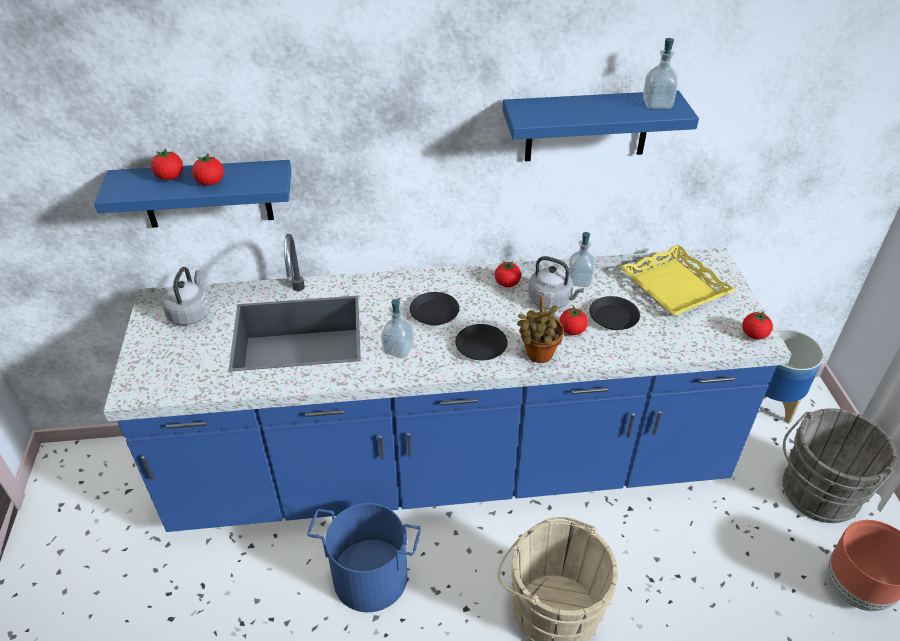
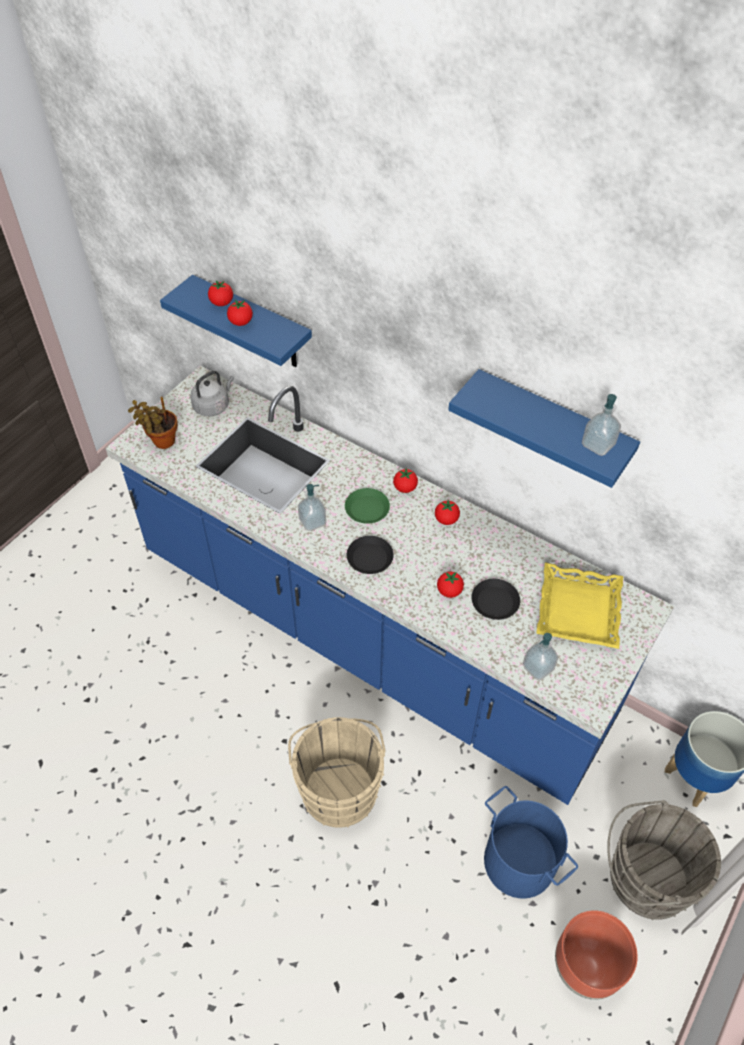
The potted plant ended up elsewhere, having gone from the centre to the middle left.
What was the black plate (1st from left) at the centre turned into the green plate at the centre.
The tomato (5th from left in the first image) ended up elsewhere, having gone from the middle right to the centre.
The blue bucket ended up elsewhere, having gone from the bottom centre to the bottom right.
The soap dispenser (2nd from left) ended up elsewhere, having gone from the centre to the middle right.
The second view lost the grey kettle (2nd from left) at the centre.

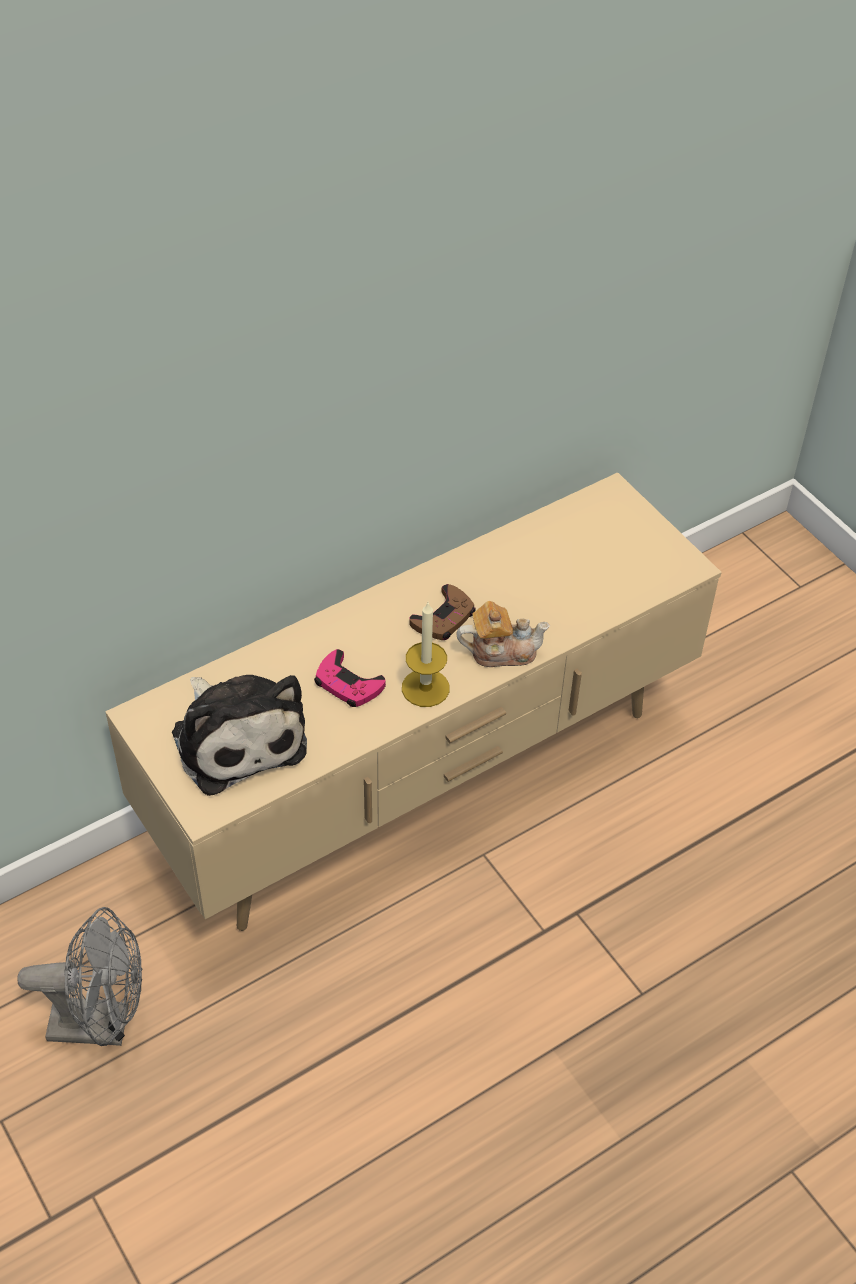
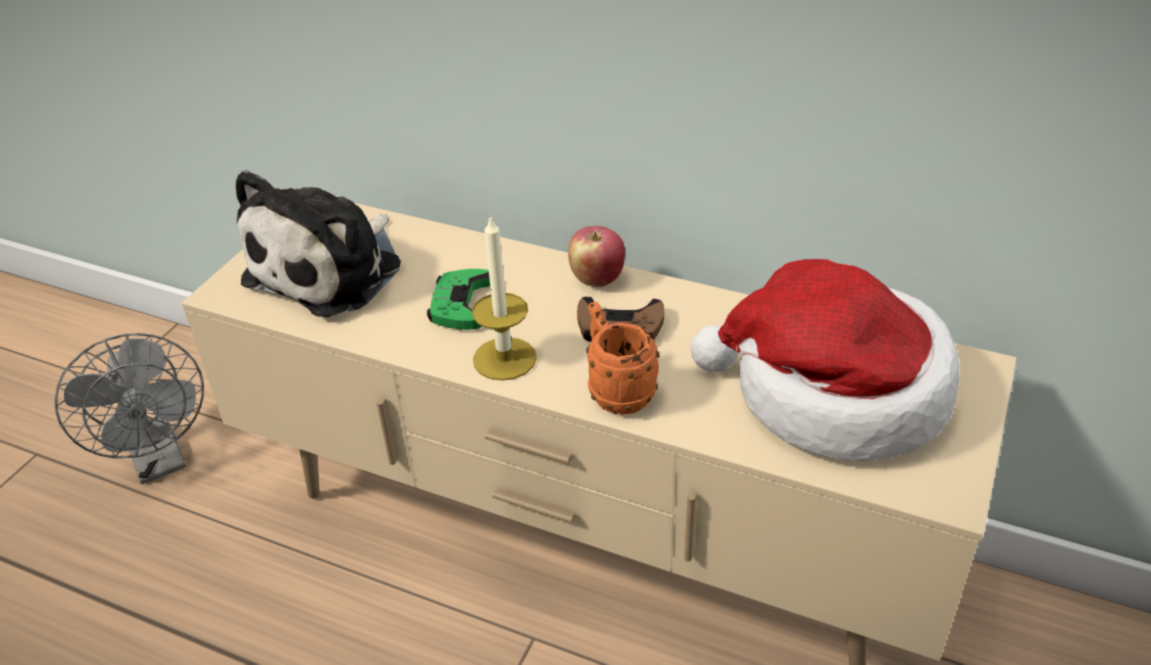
What was the pink game controller at the centre turned into the green game controller at the centre.
The second view gained the apple at the centre.
Where the teapot stood at the centre, the orange mug came to stand at the centre.
The second view gained the hat at the middle right.

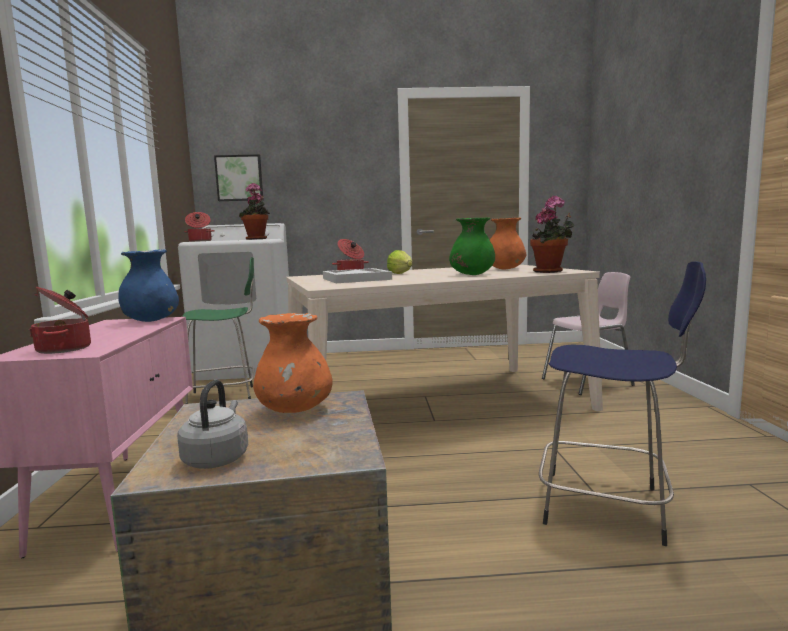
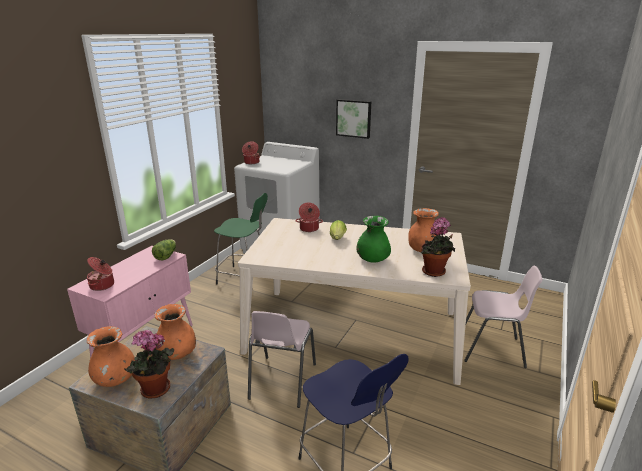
Where the grey kettle stood at the bottom left, the orange vase (1st from left) came to stand at the bottom left.
The potted plant (1st from left) ended up elsewhere, having gone from the middle left to the bottom left.
Where the blue vase stood at the middle left, the lettuce (1st from left) came to stand at the middle left.
The second view gained the pink chair (1st from left) at the bottom centre.
The picture ended up elsewhere, having gone from the top left to the top centre.
The second view lost the white tray at the centre.

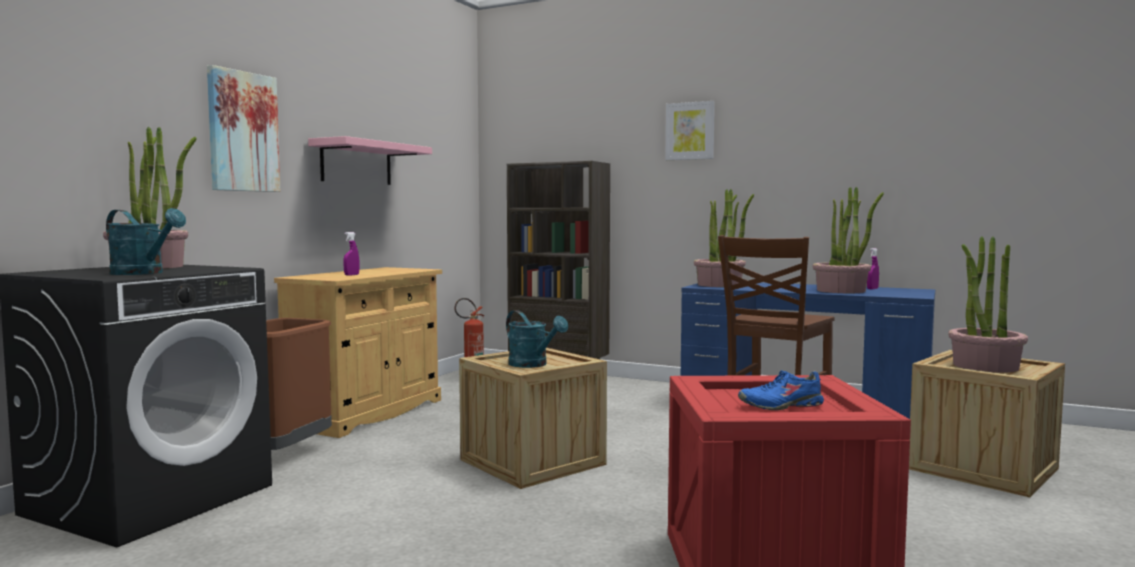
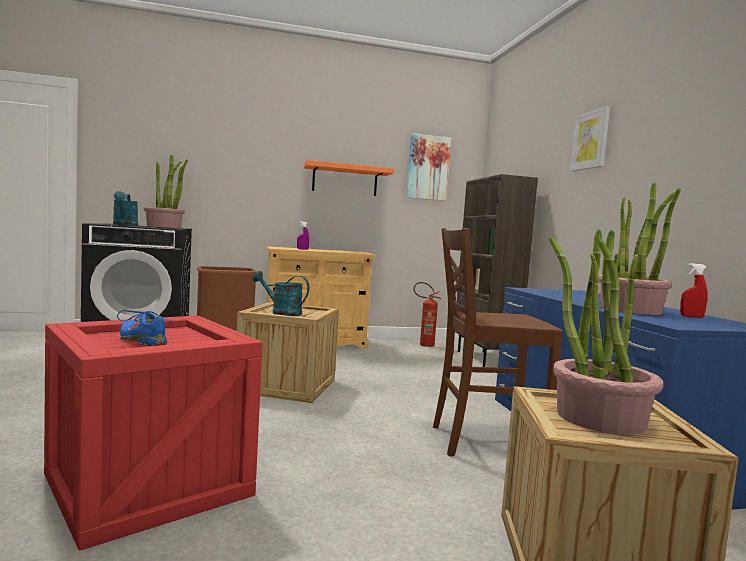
The turquoise watering can (2nd from left) at the centre ended up facing another way, 105 degrees clockwise from before.
What was the pink shelf at the top left turned into the orange shelf at the top centre.
The picture (1st from left) ended up elsewhere, having gone from the top left to the top centre.
What was the purple spray bottle (2nd from left) at the middle right turned into the red spray bottle at the middle right.
The second view lost the potted plant (2nd from left) at the centre.

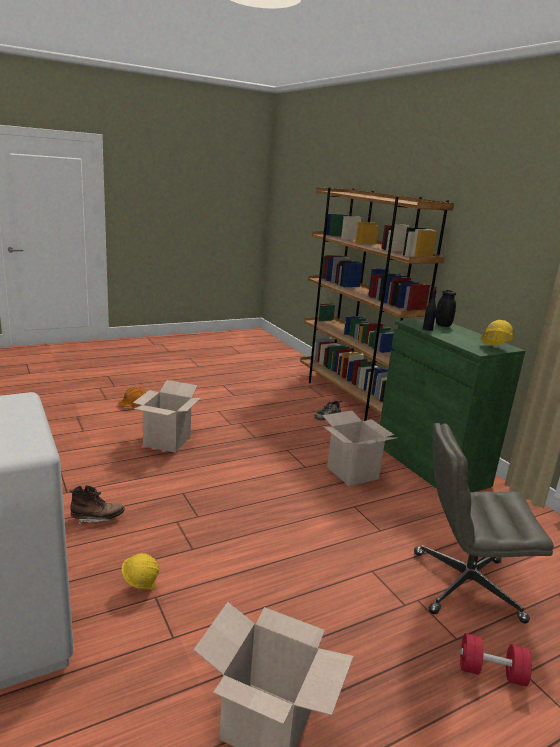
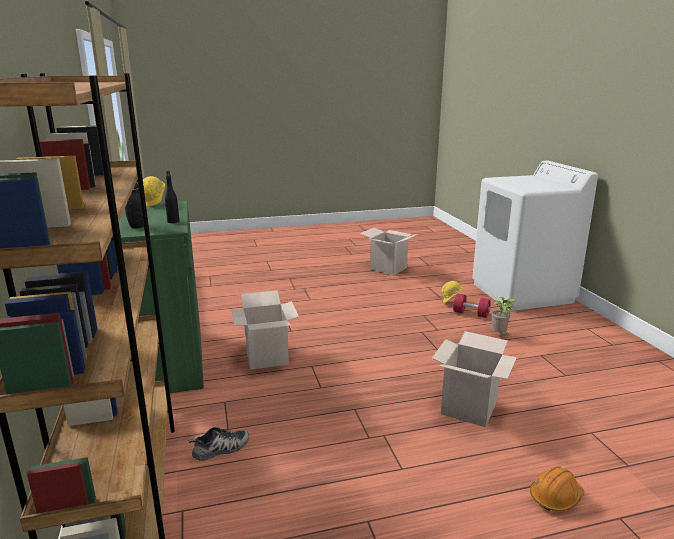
The red dumbbell ended up elsewhere, having gone from the bottom right to the middle right.
Where the brown boot stood at the bottom left, the potted plant came to stand at the middle right.
The second view lost the grey office chair at the bottom right.

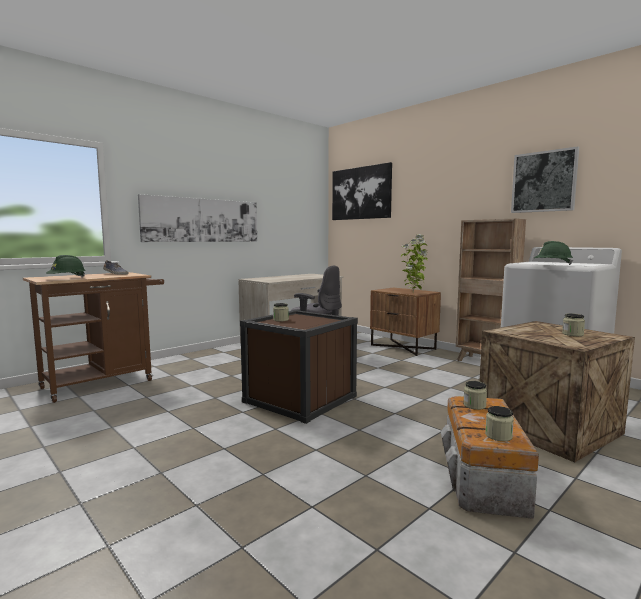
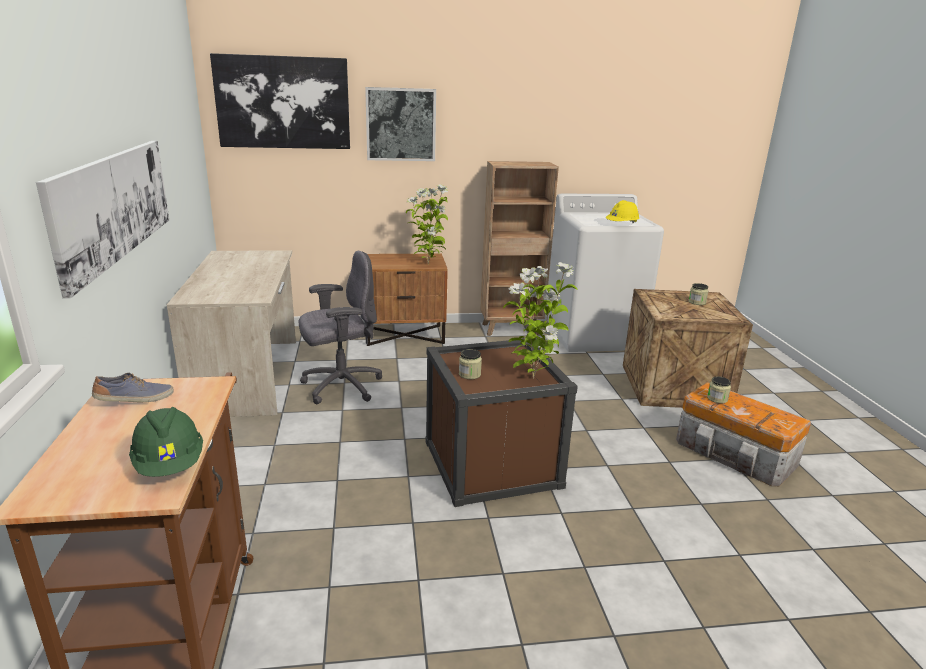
The picture (3rd from left) ended up elsewhere, having gone from the top right to the top centre.
The second view gained the potted plant (2nd from left) at the centre.
What was the green hard hat (2nd from left) at the middle right turned into the yellow hard hat at the top right.
The second view lost the jar (3rd from left) at the bottom right.

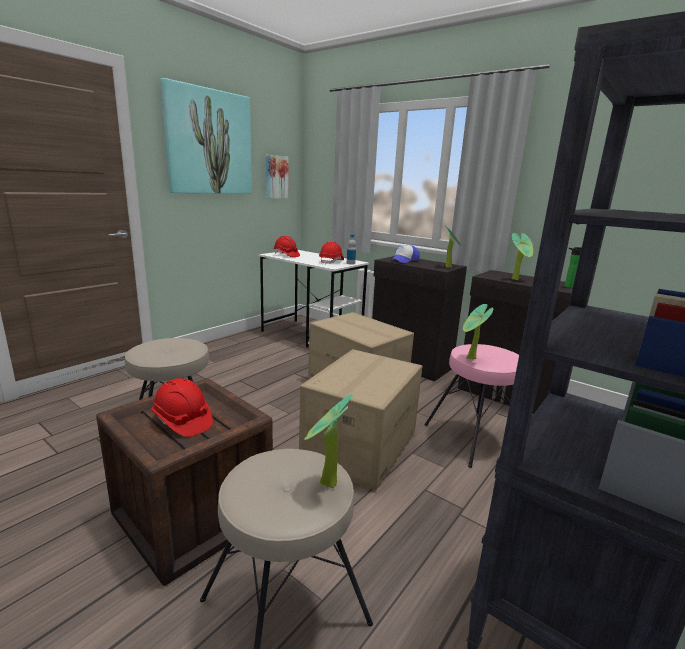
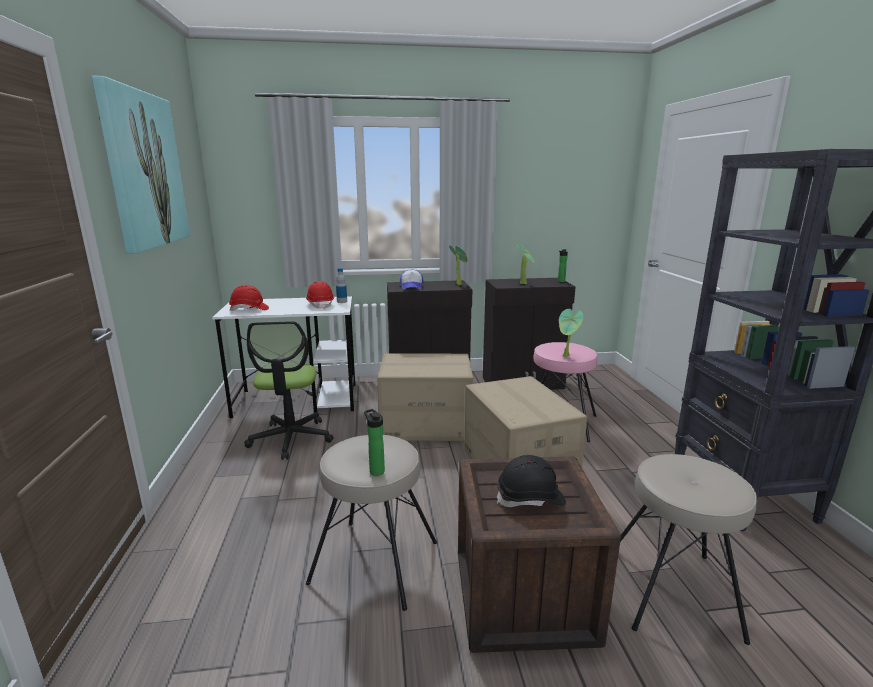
The second view gained the office chair at the middle left.
The second view gained the bottle (2nd from left) at the centre.
What was the red hard hat (1st from left) at the middle left turned into the black hard hat at the bottom centre.
The second view lost the picture (2nd from left) at the top centre.
The second view lost the potted plant (1st from left) at the bottom centre.

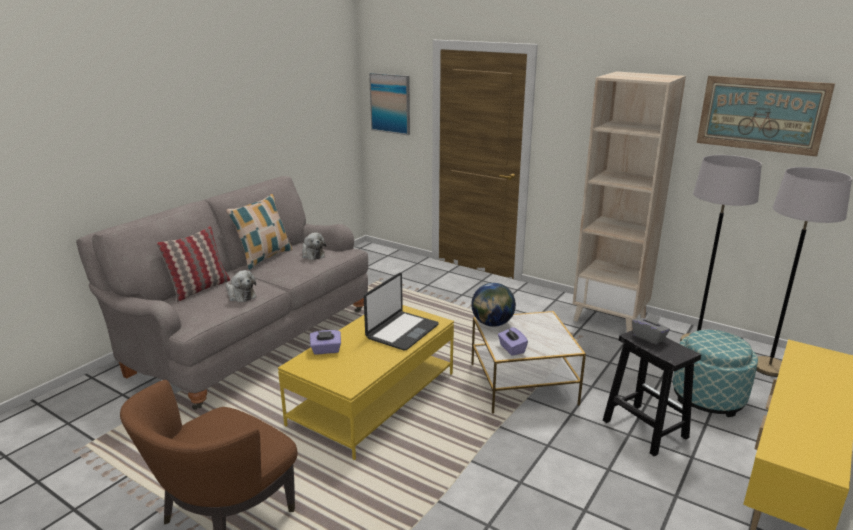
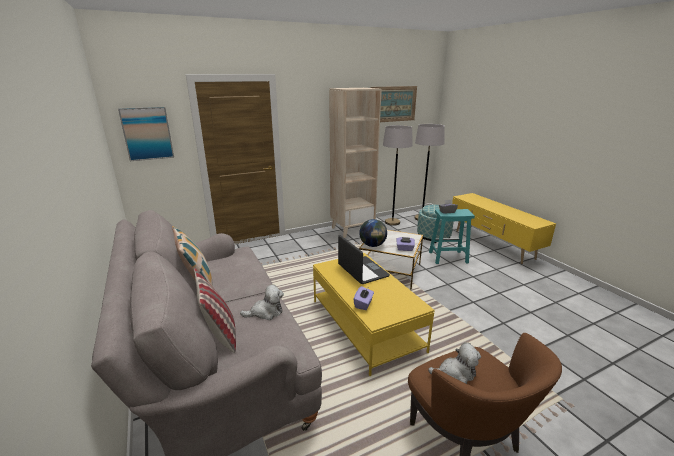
The plush toy (2nd from left) ended up elsewhere, having gone from the centre to the bottom right.
What was the black stool at the bottom right turned into the turquoise stool at the middle right.

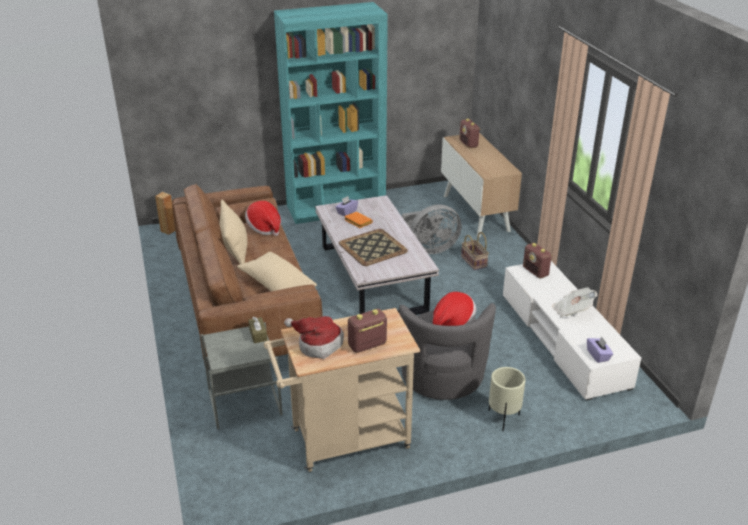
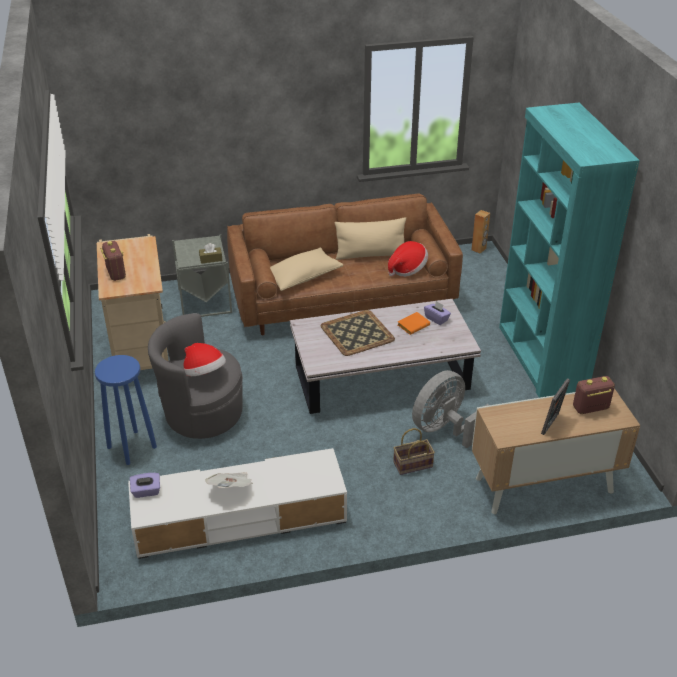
Where the beige planter stood at the bottom right, the blue stool came to stand at the middle left.
The grey fan at the centre ended up facing another way, 60 degrees clockwise from before.
The second view gained the picture frame at the middle right.
The second view lost the hat (2nd from left) at the centre.
The second view lost the radio (3rd from left) at the middle right.

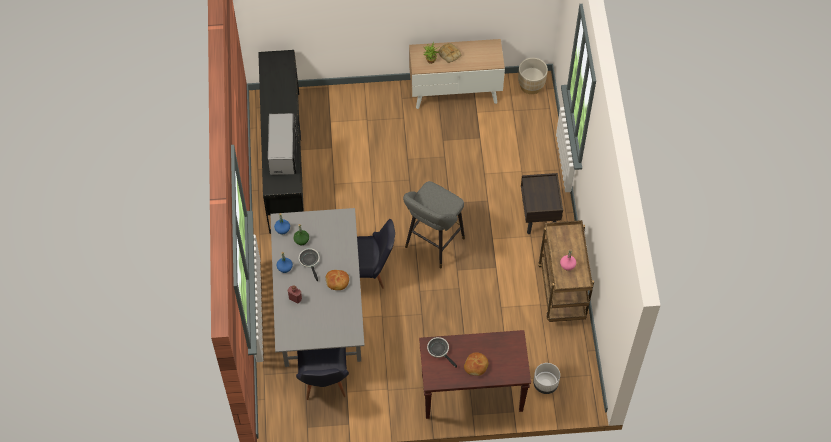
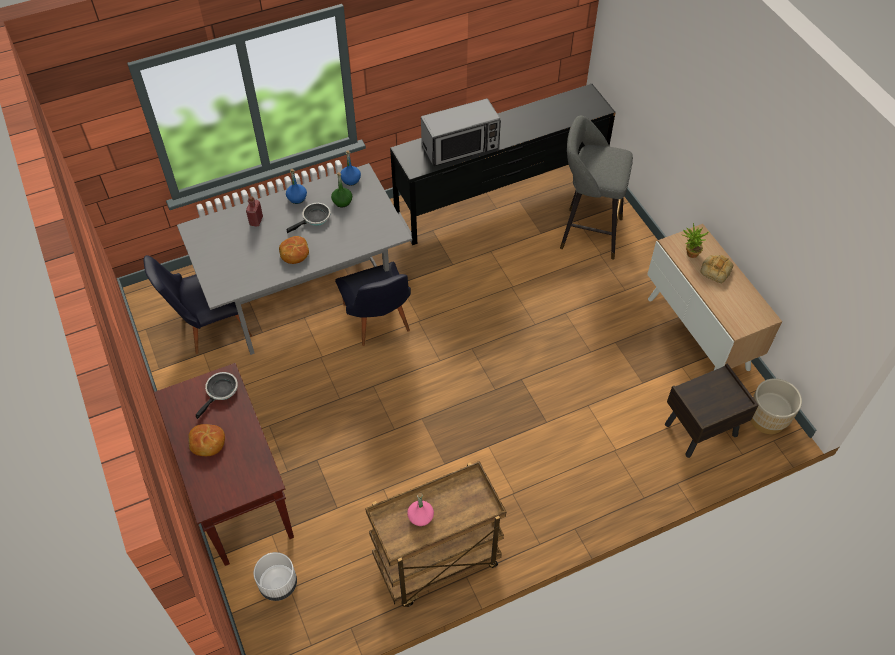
The grey stool ended up elsewhere, having gone from the centre to the top centre.
The brown nightstand ended up elsewhere, having gone from the centre to the middle right.

